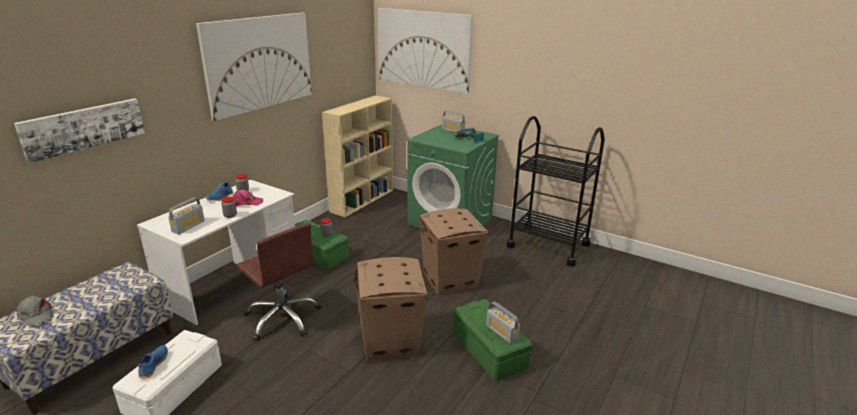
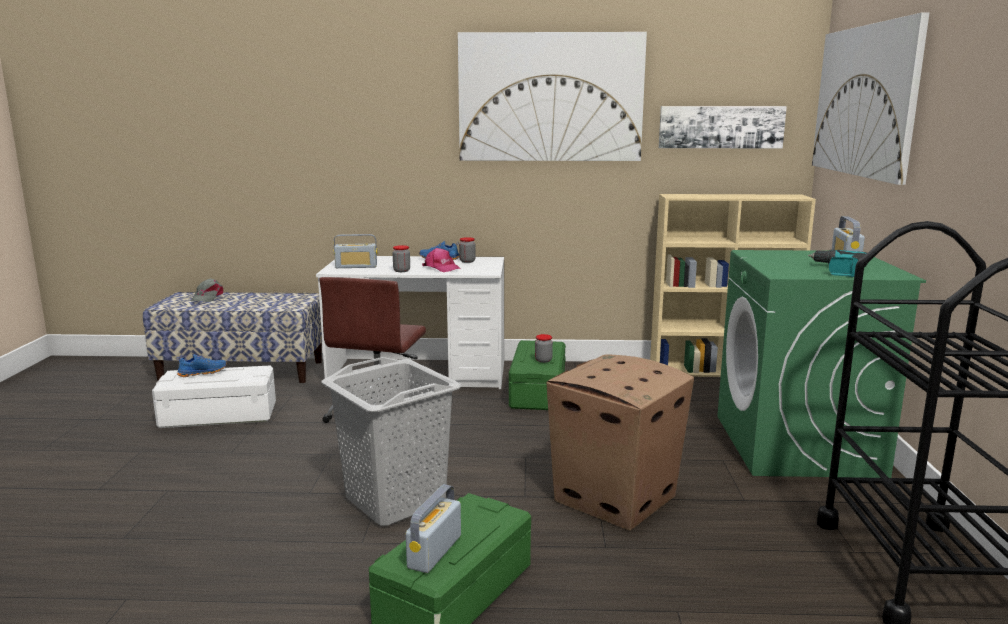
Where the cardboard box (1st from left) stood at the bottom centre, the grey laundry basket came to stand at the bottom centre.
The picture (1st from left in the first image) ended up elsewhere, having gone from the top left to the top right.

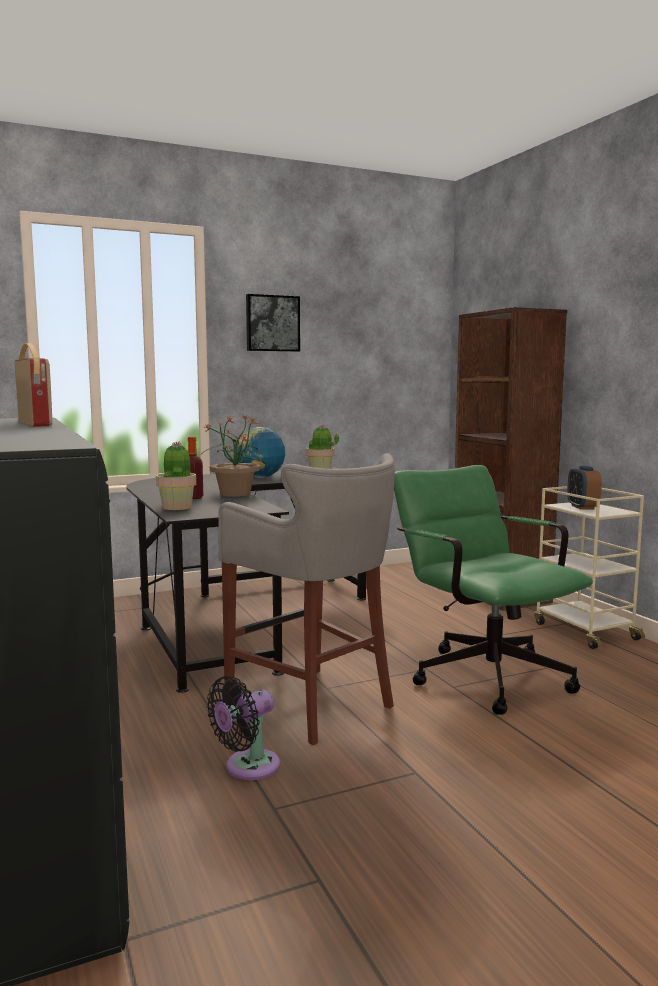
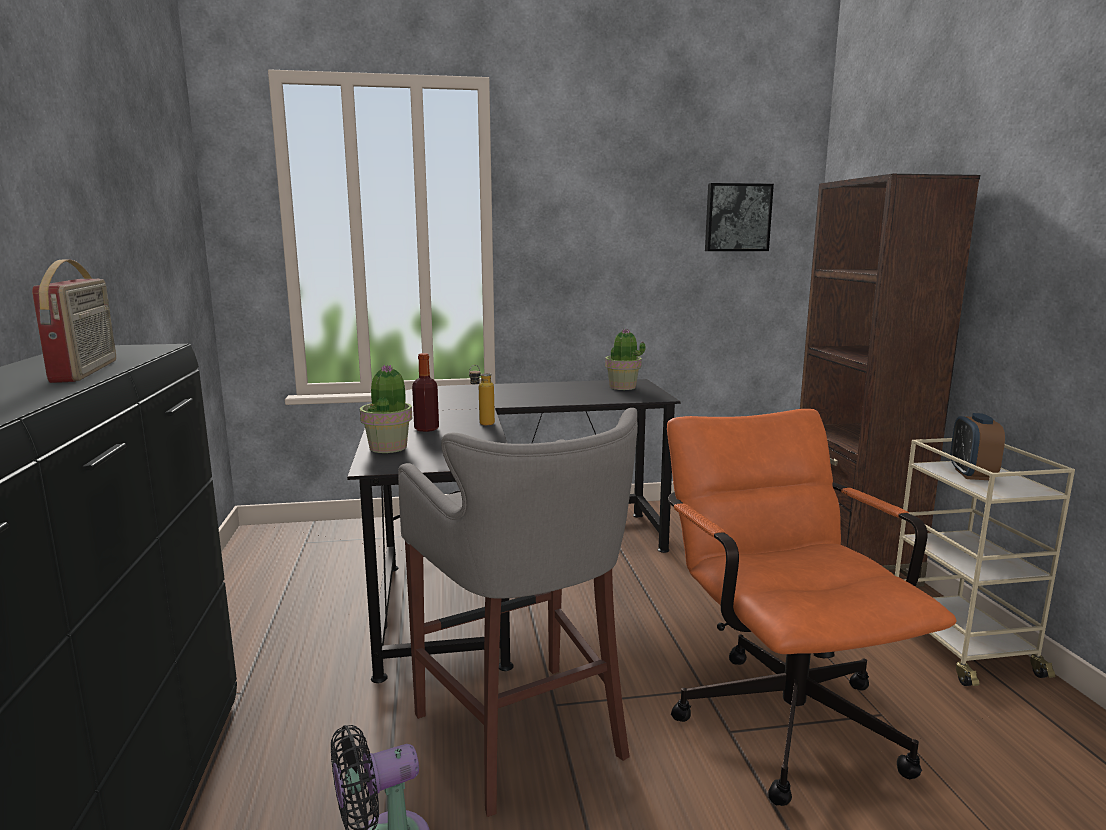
Where the potted plant (2nd from left) stood at the centre, the bottle (2nd from left) came to stand at the centre.
What was the green office chair at the middle right turned into the orange office chair at the bottom right.
The picture ended up elsewhere, having gone from the top centre to the top right.
The second view lost the globe at the centre.

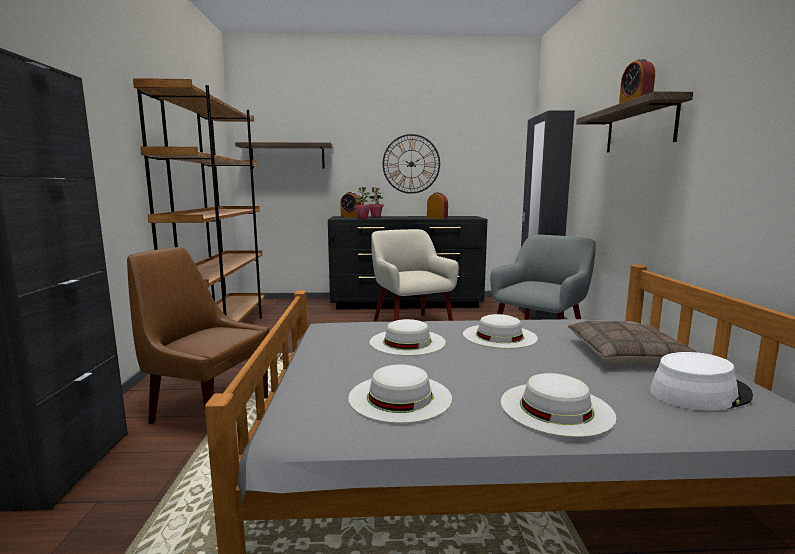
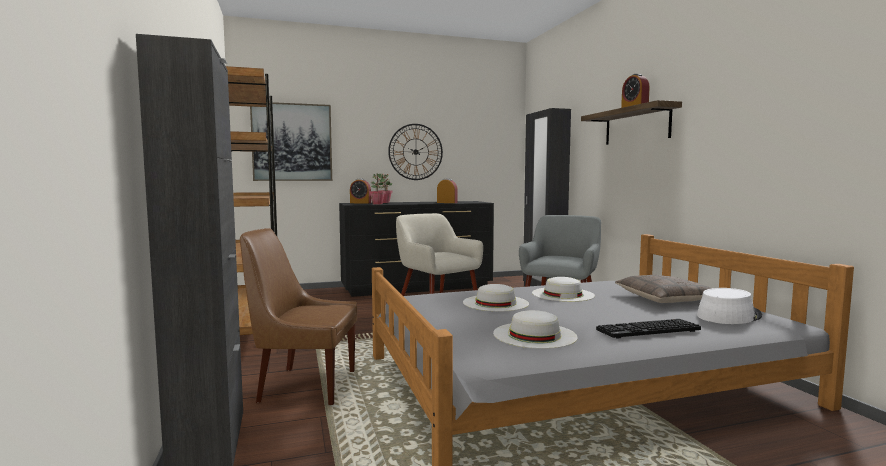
Where the shelf (1st from left) hung at the top centre, the picture came to hang at the top left.
Where the white hat (4th from left) stood at the bottom right, the keyboard came to stand at the bottom right.

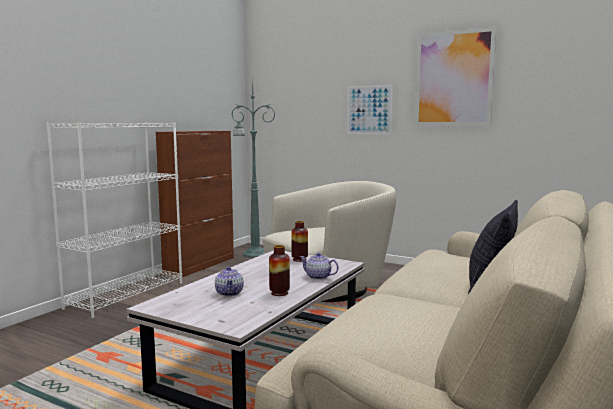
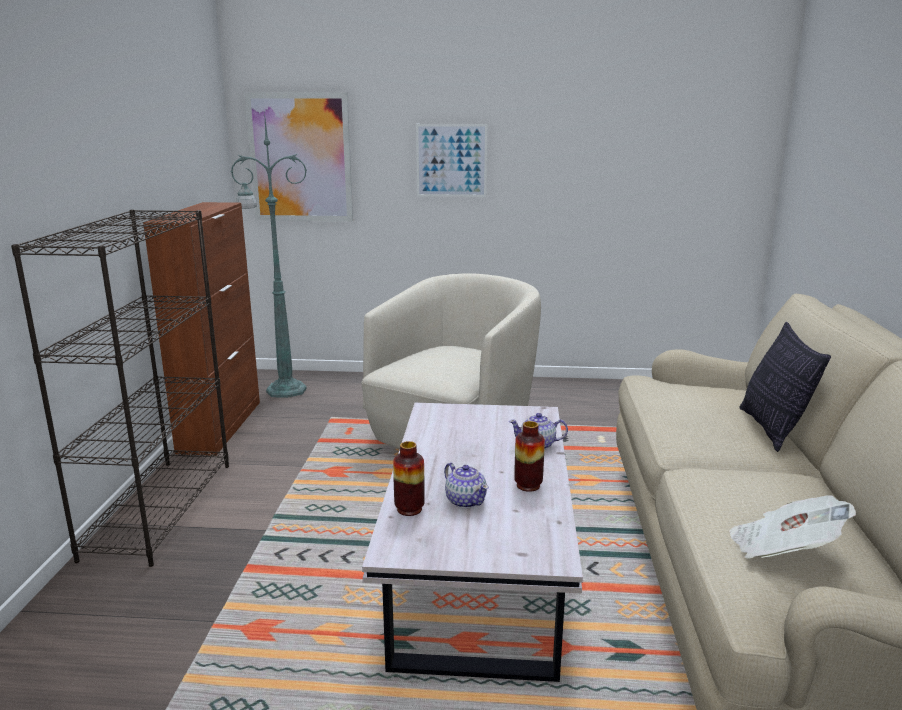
What was the white bookcase at the middle left turned into the black bookcase at the middle left.
The picture (2nd from left in the first image) ended up elsewhere, having gone from the top right to the top left.
The vase (2nd from left in the first image) ended up elsewhere, having gone from the centre to the bottom centre.
The second view gained the newspaper at the bottom right.

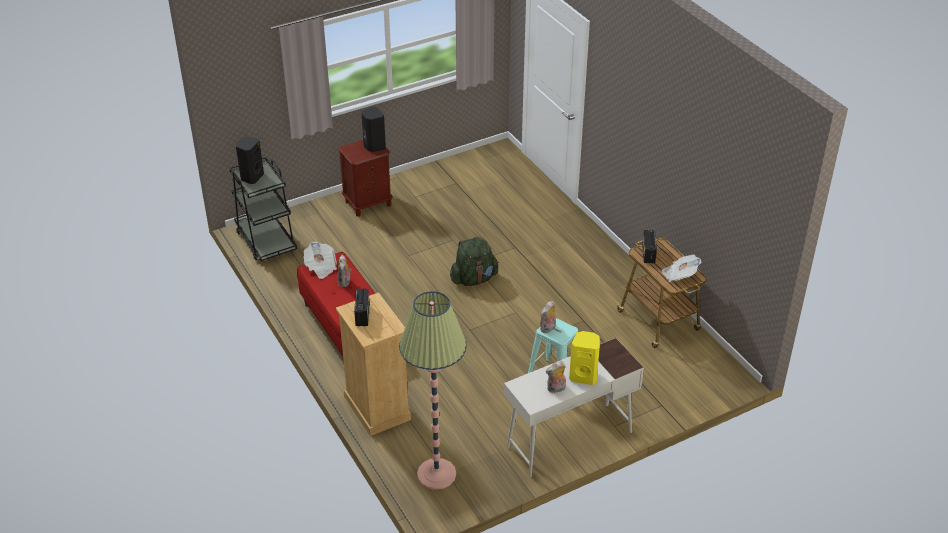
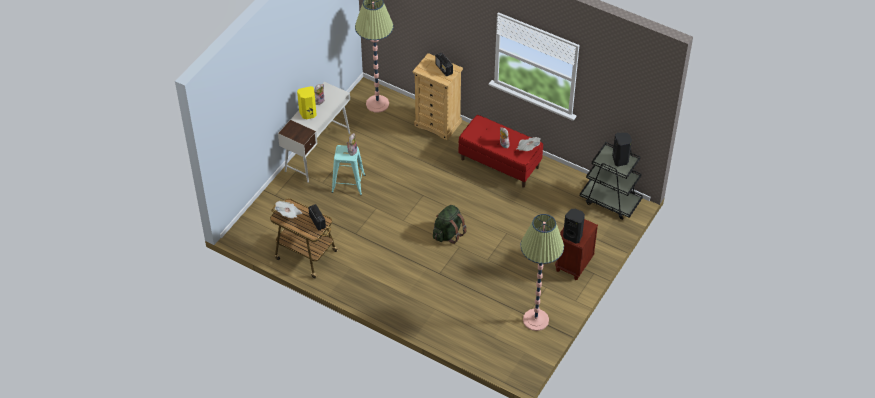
The second view gained the floor lamp (2nd from left) at the bottom centre.

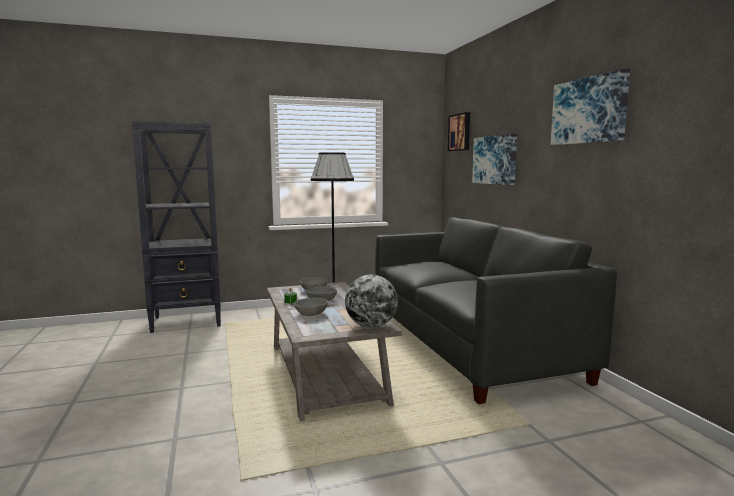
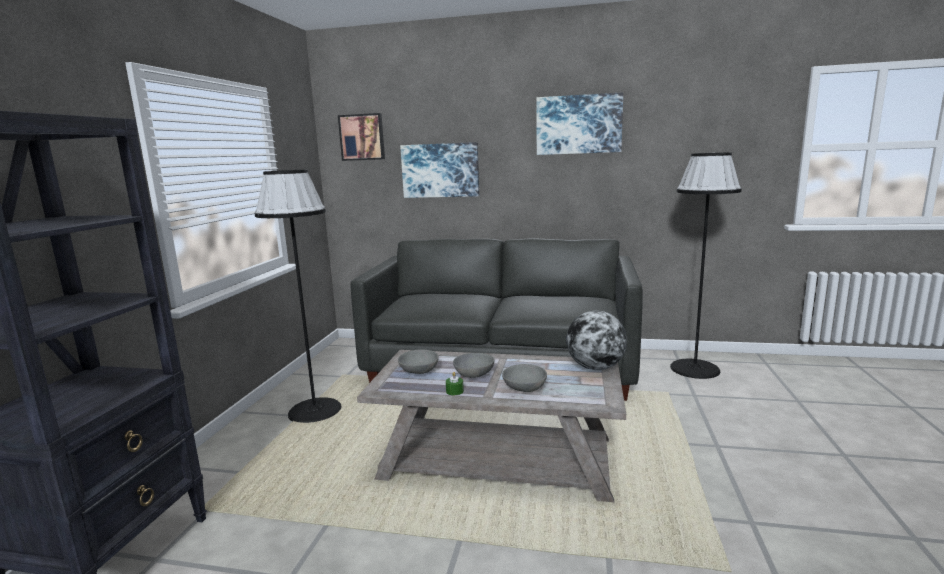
The second view gained the black floor lamp (2nd from left) at the middle right.

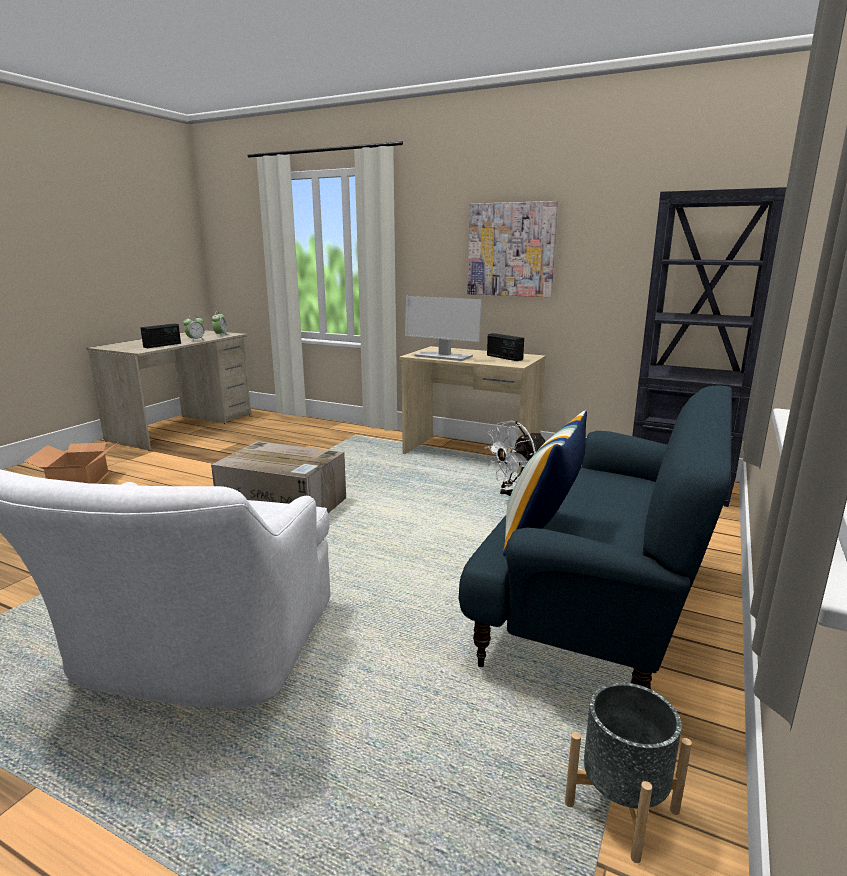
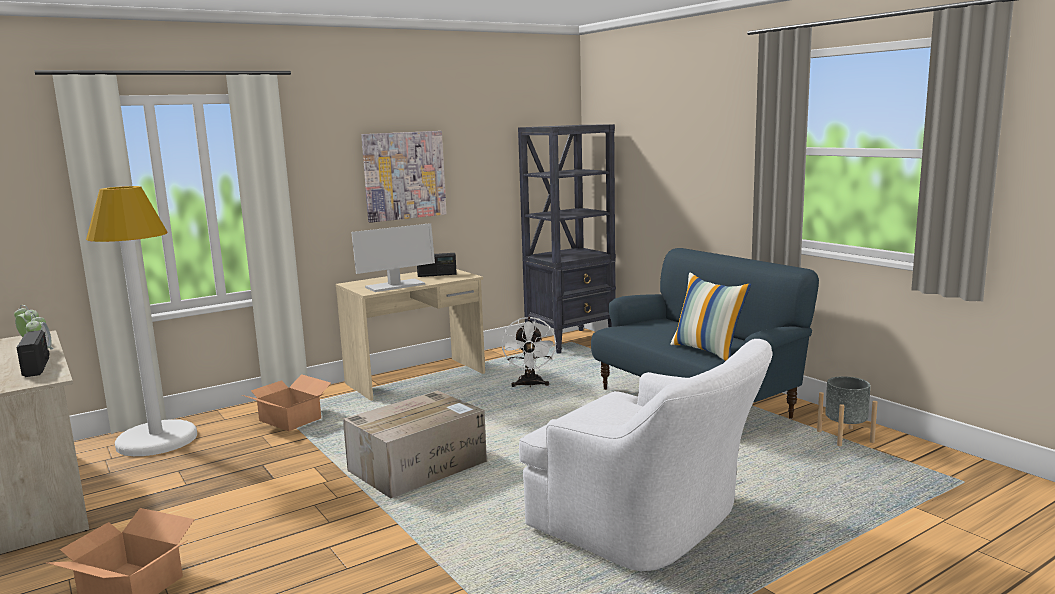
The second view gained the white floor lamp at the middle left.
The second view gained the cardboard box (2nd from left) at the bottom left.

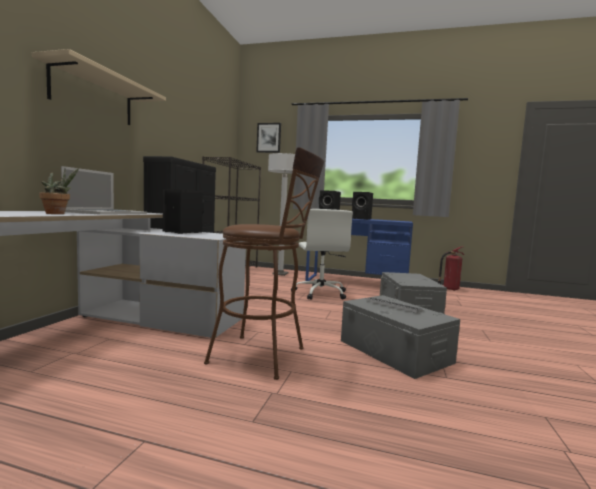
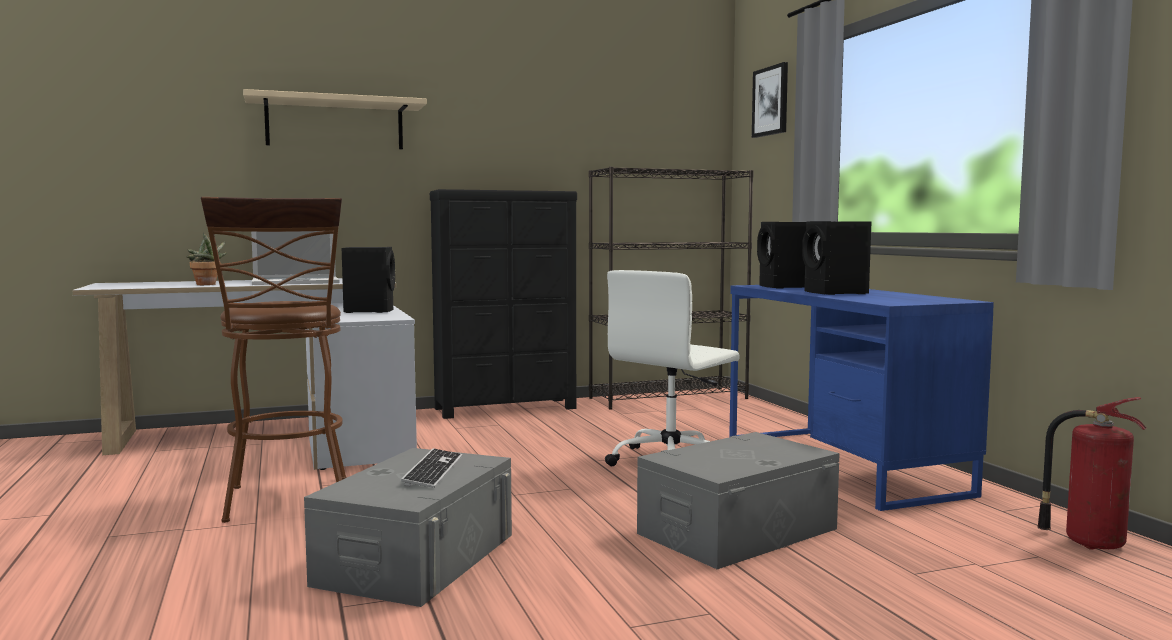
The second view lost the white floor lamp at the centre.

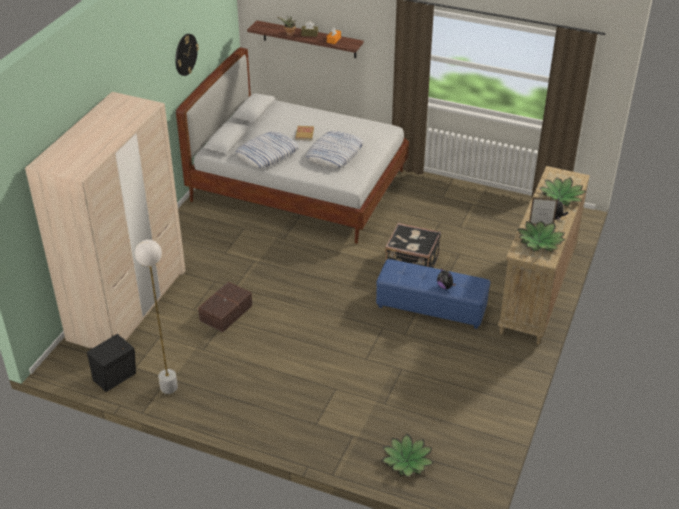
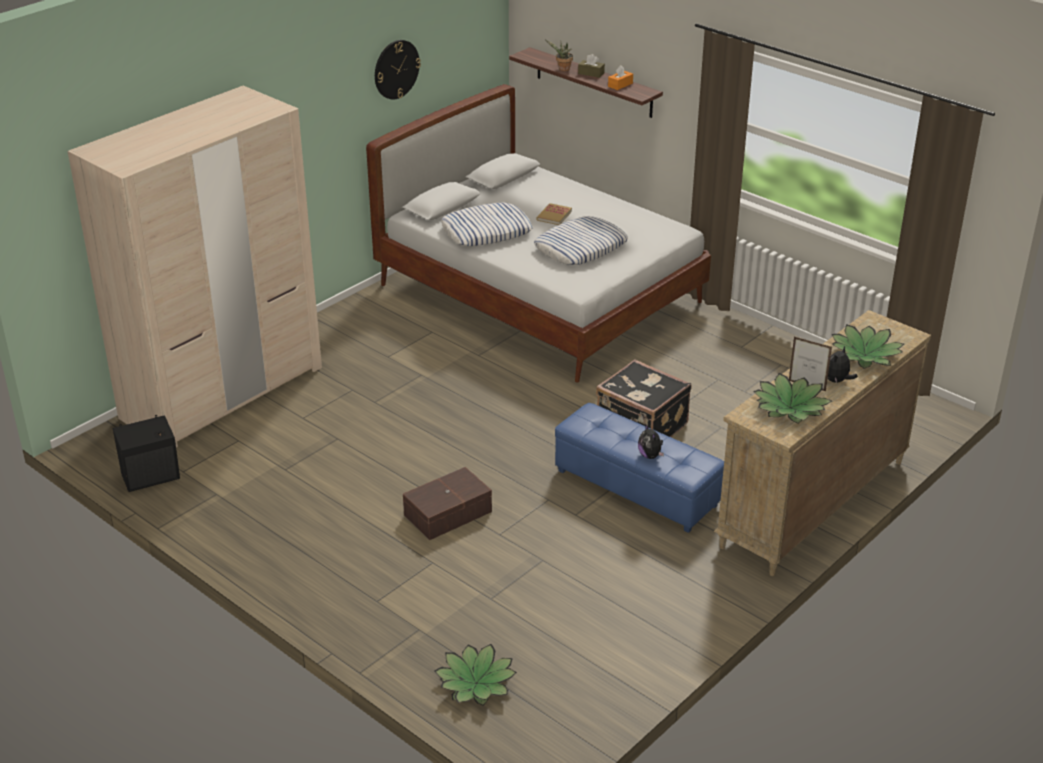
The brown storage box ended up elsewhere, having gone from the middle left to the centre.
The second view lost the white floor lamp at the middle left.

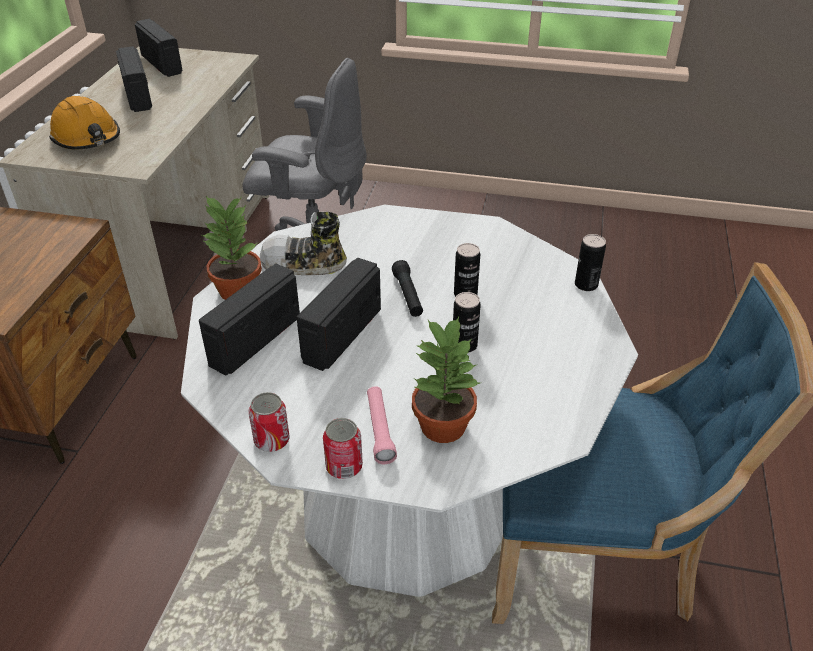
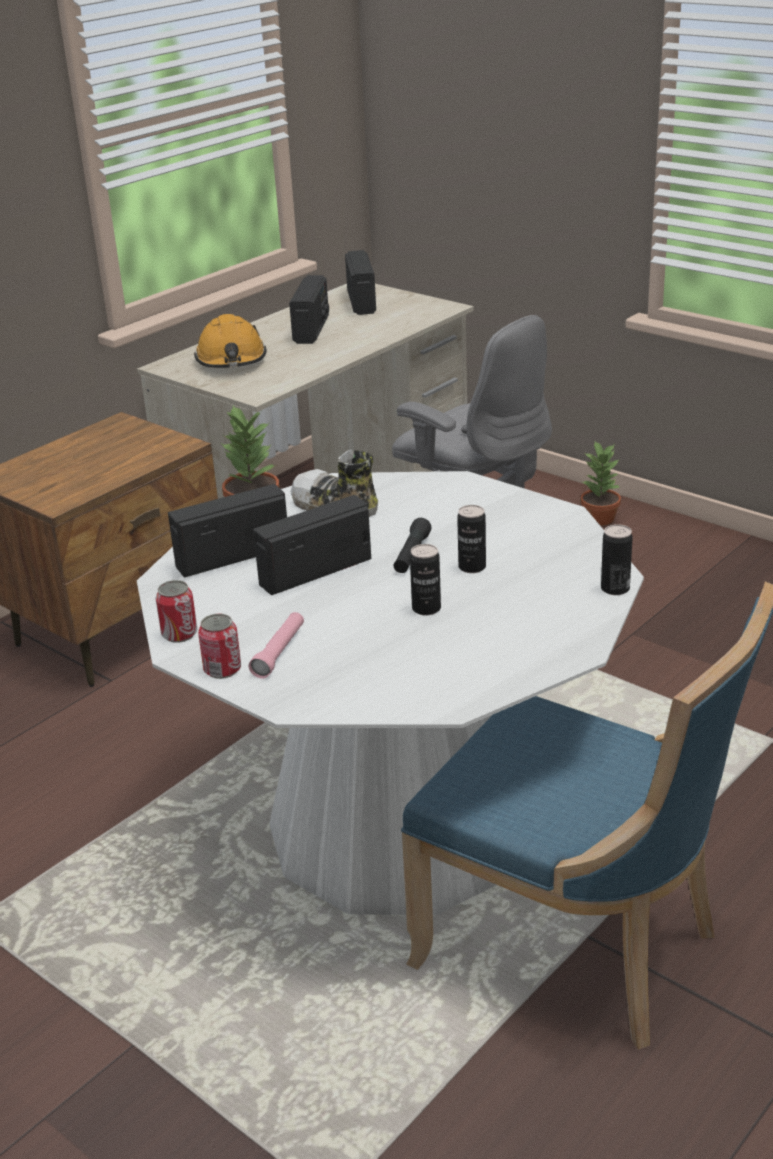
The potted plant (2nd from left) ended up elsewhere, having gone from the centre to the middle right.

